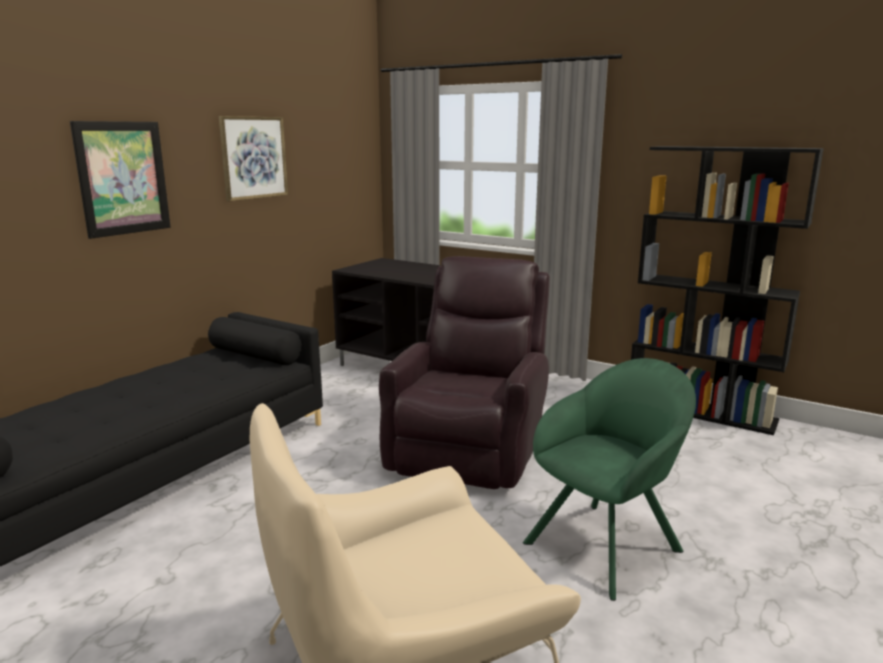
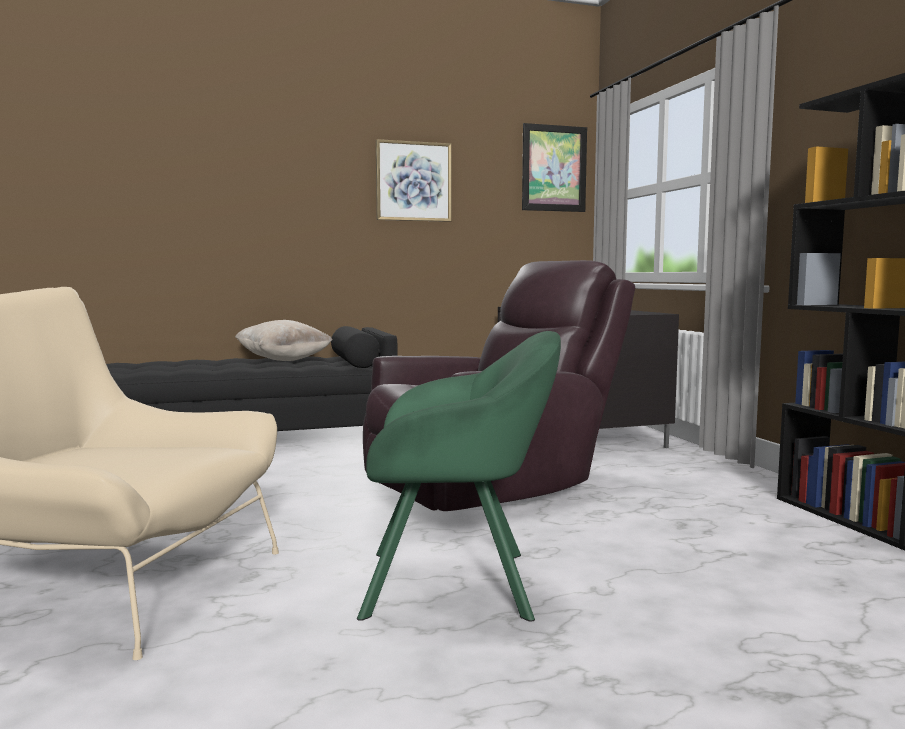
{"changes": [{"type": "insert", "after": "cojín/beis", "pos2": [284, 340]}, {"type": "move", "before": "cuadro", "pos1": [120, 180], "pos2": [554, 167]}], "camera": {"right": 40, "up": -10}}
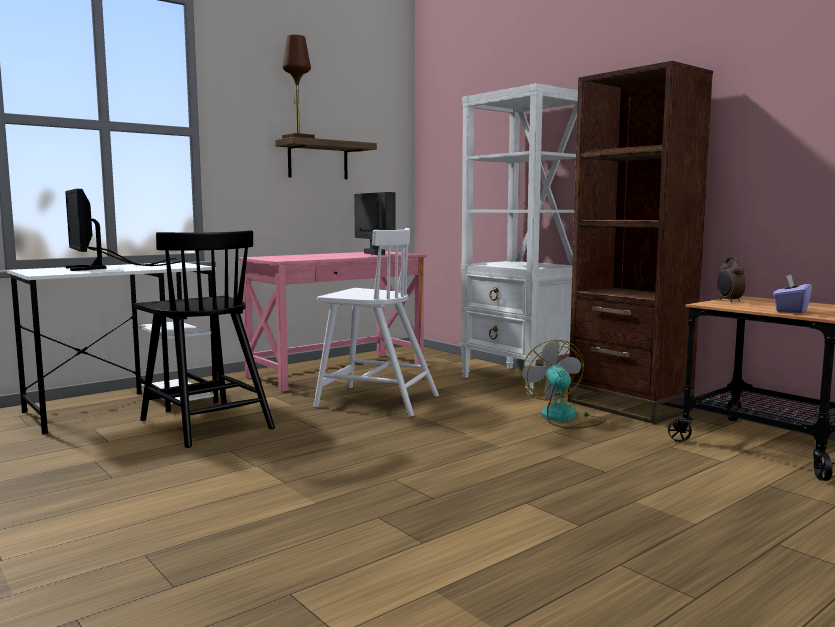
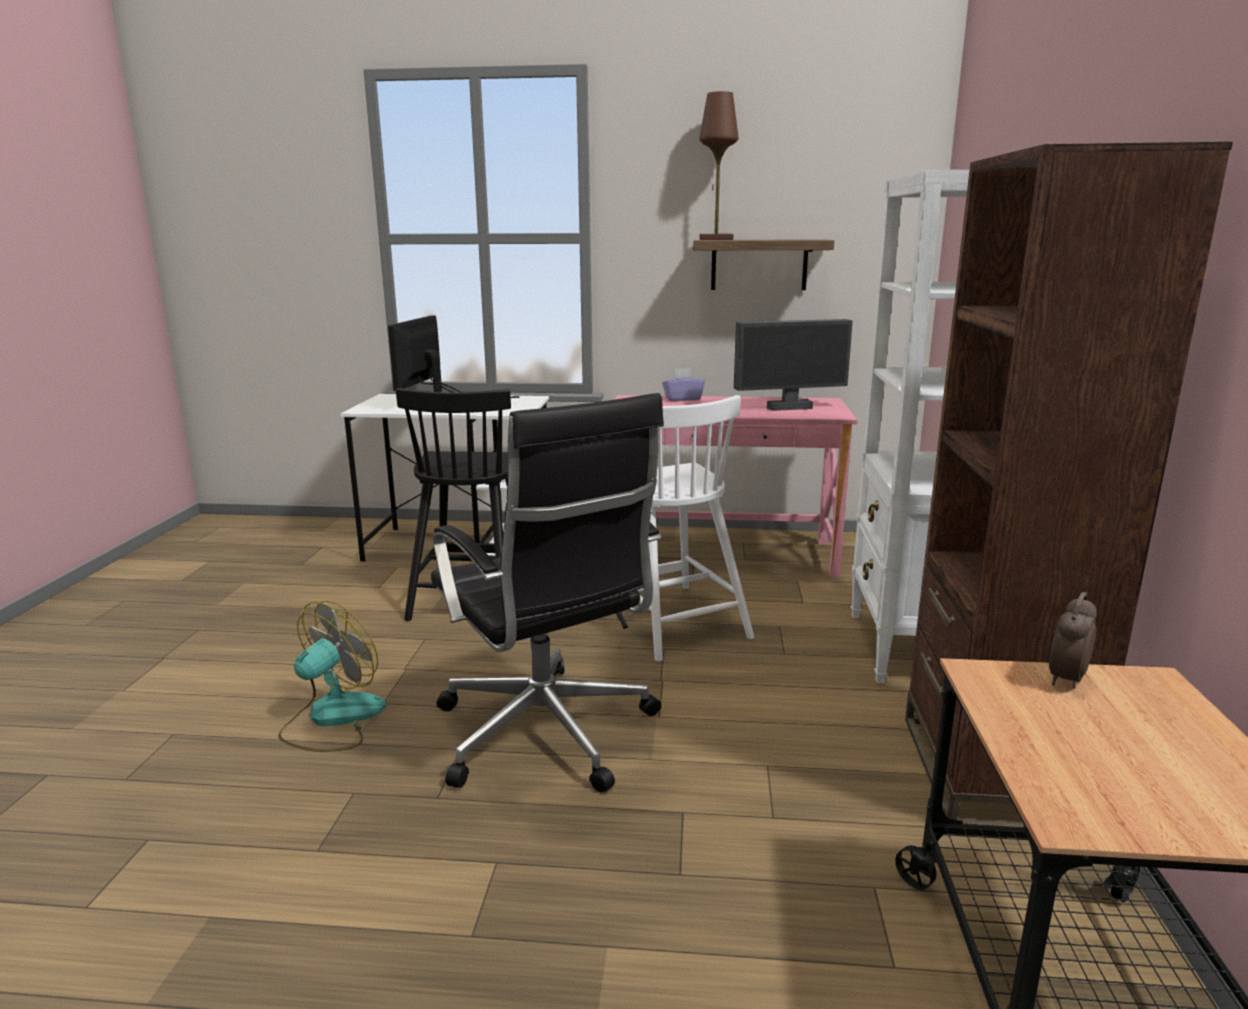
{"changes": [{"type": "insert", "after": "silla de oficina/negro", "pos2": [547, 592]}, {"type": "move", "before": "ventilador", "pos1": [563, 384], "pos2": [332, 676]}, {"type": "move", "before": "caja de pañuelos/morado", "pos1": [792, 294], "pos2": [683, 384]}, {"type": "rotate", "before": "monitor", "pos1": [375, 223], "pos2": [793, 365], "turn": 60}], "camera": {"right": 45, "up": 10}}
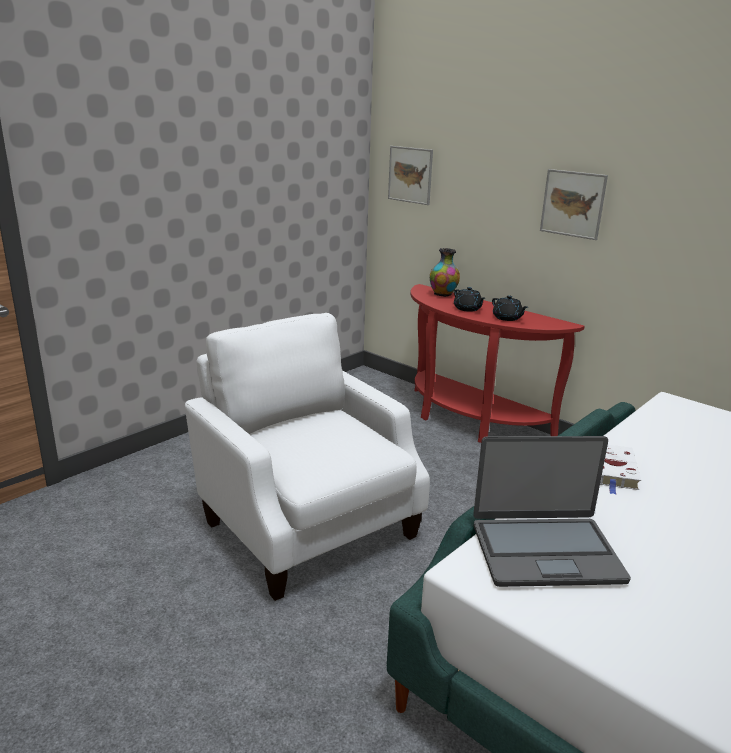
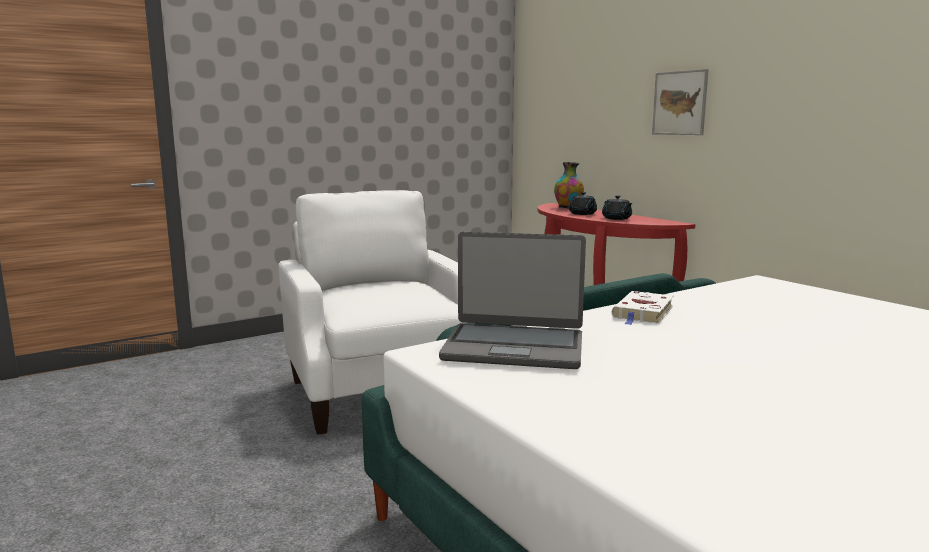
{"changes": [{"type": "delete", "before": "cuadro", "pos1": [410, 175]}], "camera": {"right": 15, "up": -10}}
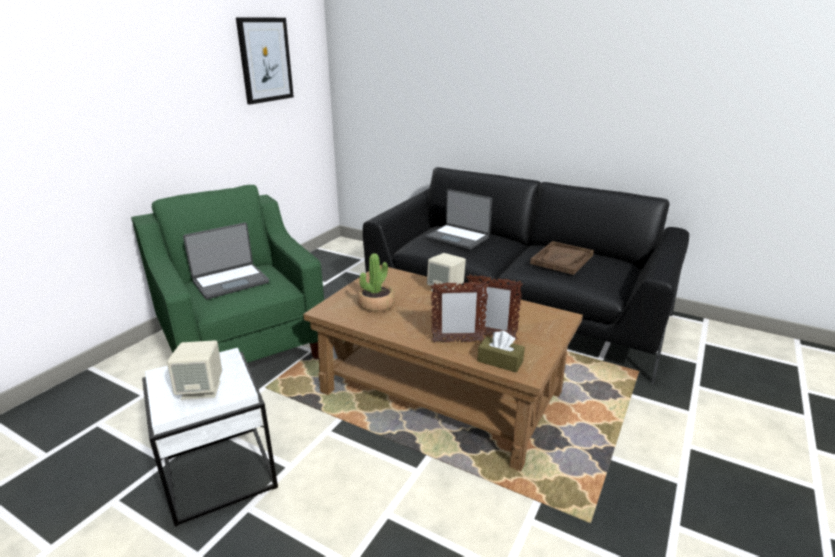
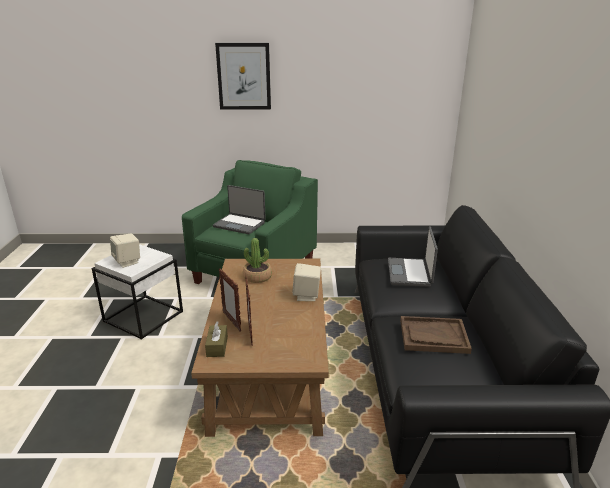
{"changes": [{"type": "move", "before": "cuadro", "pos1": [265, 61], "pos2": [243, 76]}], "camera": {"right": 60, "up": 0}}
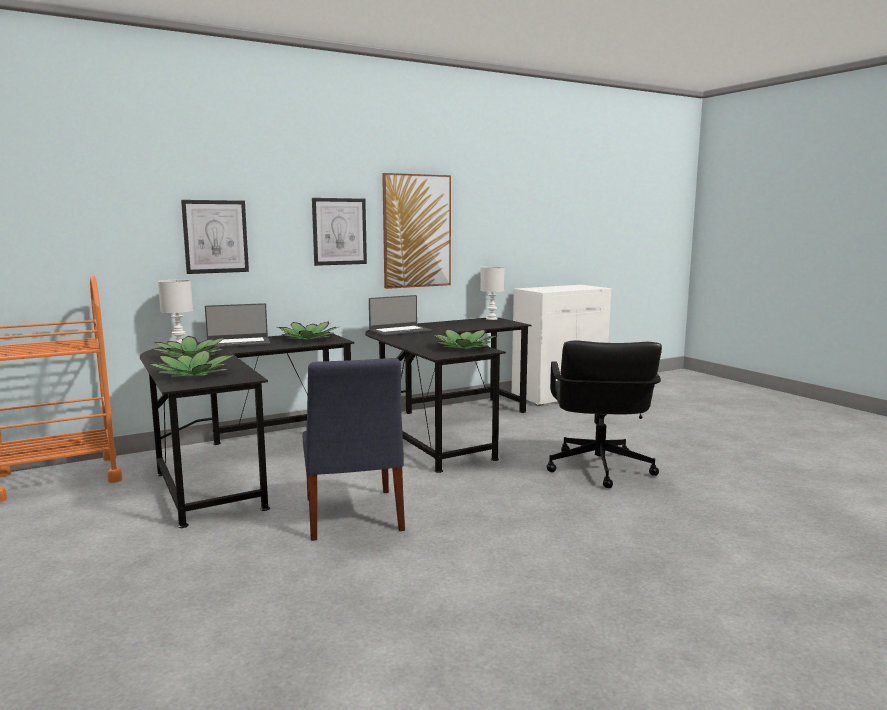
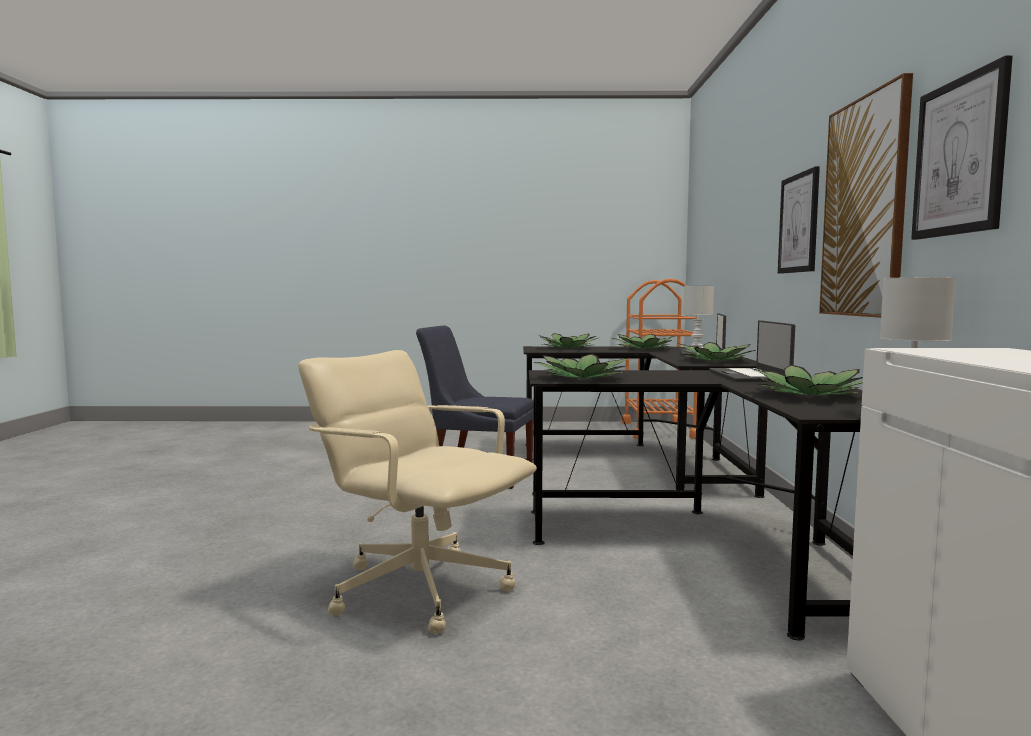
{"changes": [{"type": "insert", "after": "planta en maceta", "pos2": [807, 380]}, {"type": "move", "before": "cuadro", "pos1": [215, 237], "pos2": [962, 147]}, {"type": "recolor", "before": "silla de oficina/negro", "after": "silla de oficina/beis", "pos1": [604, 414], "pos2": [417, 492]}], "camera": {"right": 120, "up": -5}}
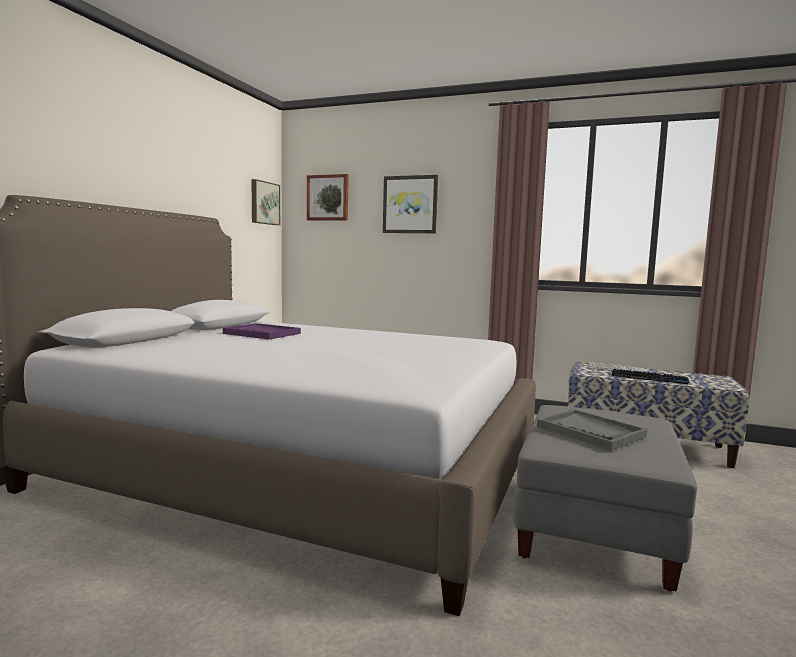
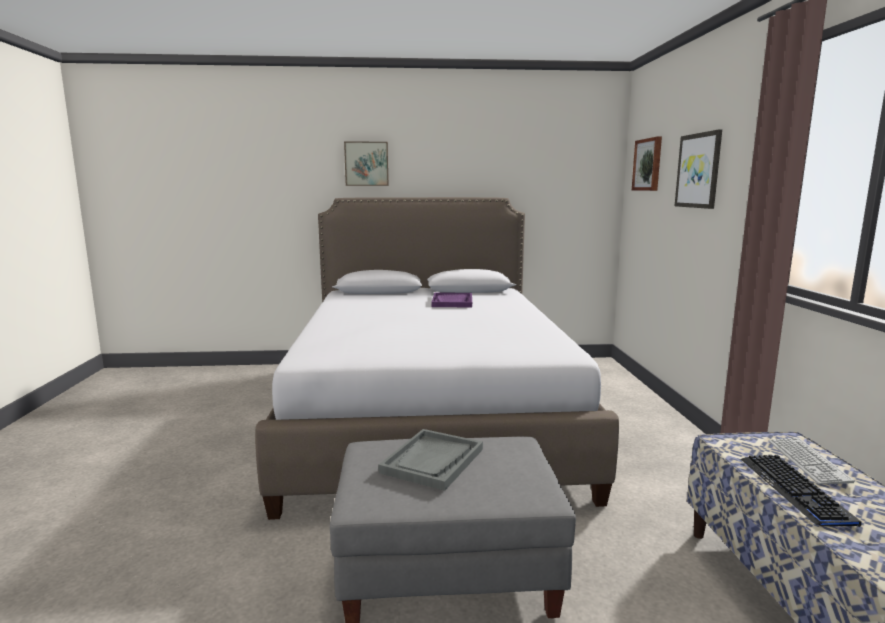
{"changes": [{"type": "move", "before": "cuadro", "pos1": [265, 202], "pos2": [366, 163]}], "camera": {"right": 65, "up": 5}}
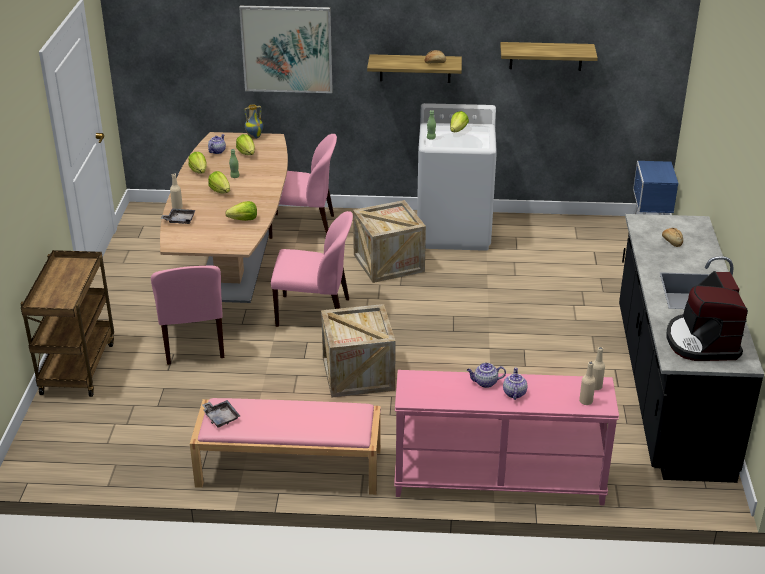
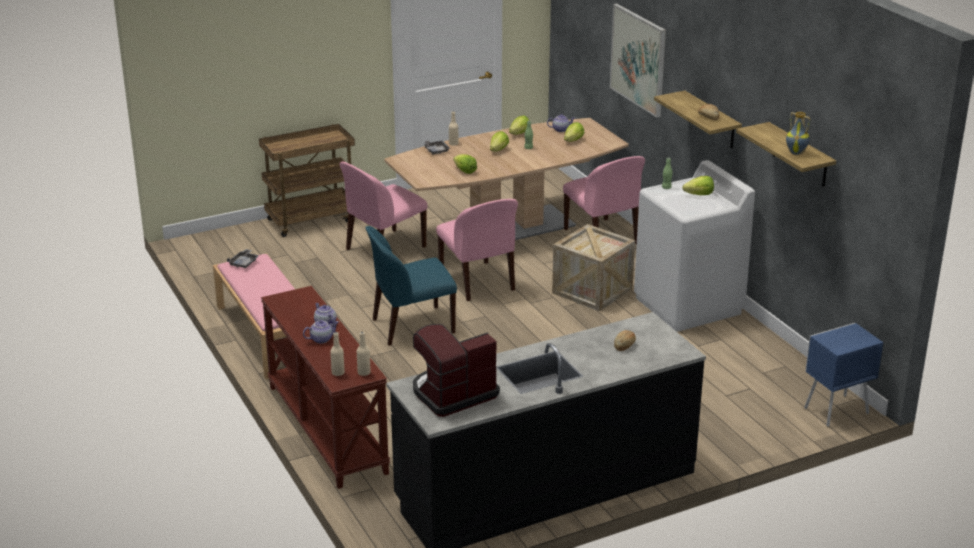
{"changes": [{"type": "move", "before": "florero", "pos1": [253, 122], "pos2": [798, 133]}, {"type": "replace", "before": "caja de embalaje", "after": "silla/azul", "pos1": [358, 351], "pos2": [411, 286]}, {"type": "recolor", "before": "mesa consola/rosa", "after": "mesa consola/marrón", "pos1": [506, 437], "pos2": [325, 387]}], "camera": {"right": 60, "up": -5}}
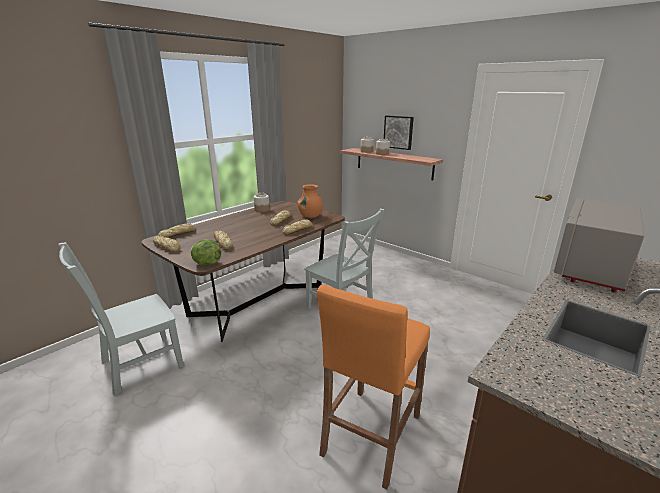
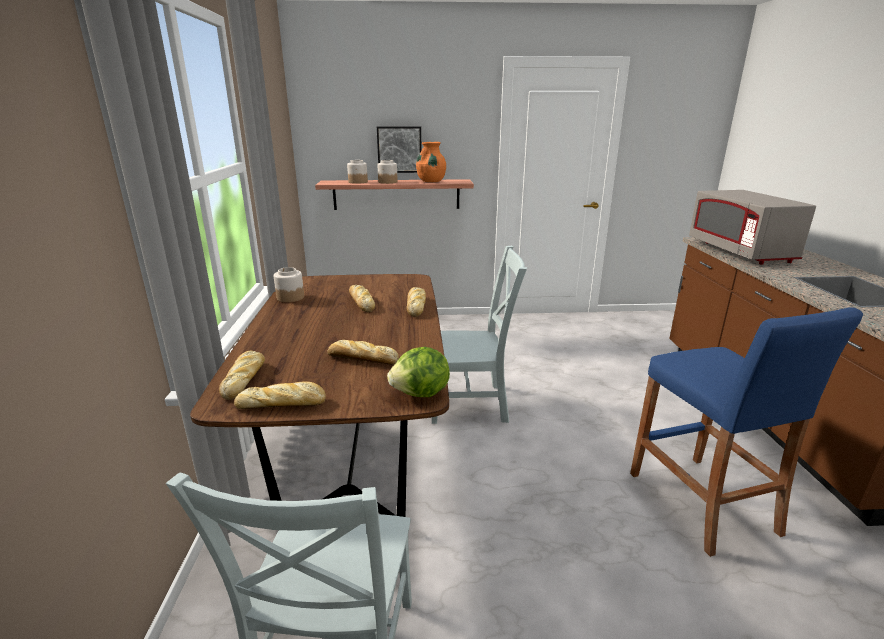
{"changes": [{"type": "move", "before": "florero/naranja", "pos1": [310, 201], "pos2": [431, 162]}, {"type": "recolor", "before": "taburete/naranja", "after": "taburete/azul", "pos1": [373, 387], "pos2": [746, 432]}], "camera": {"right": -45, "up": 0}}
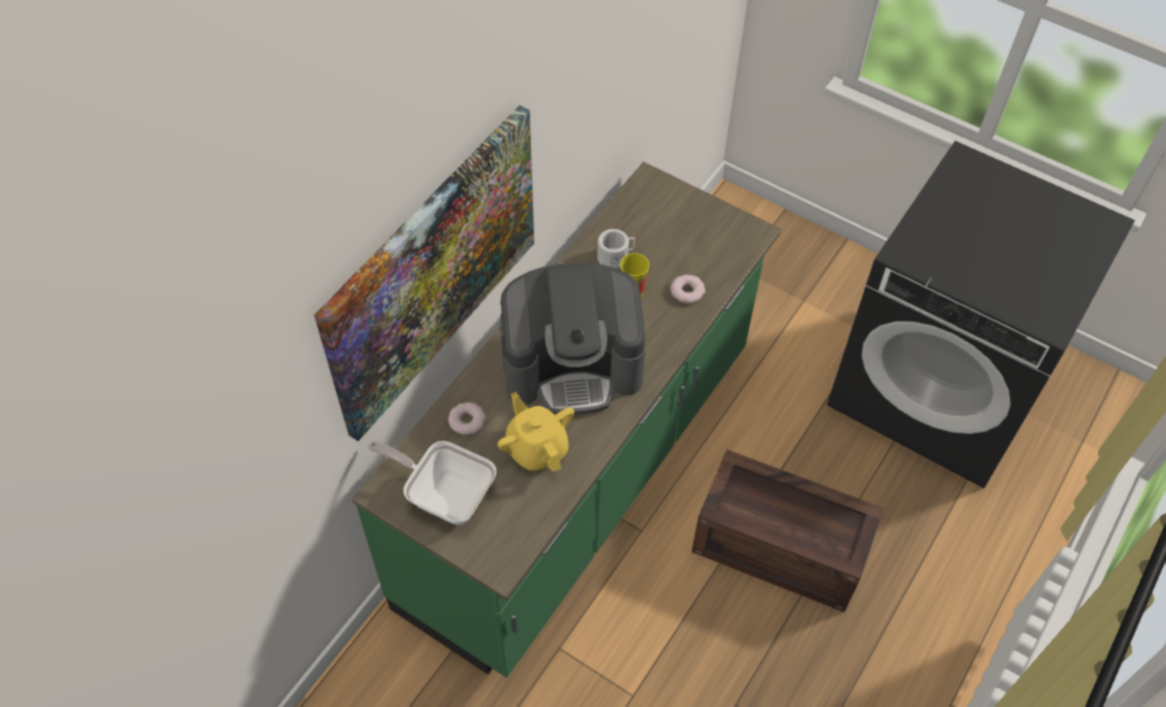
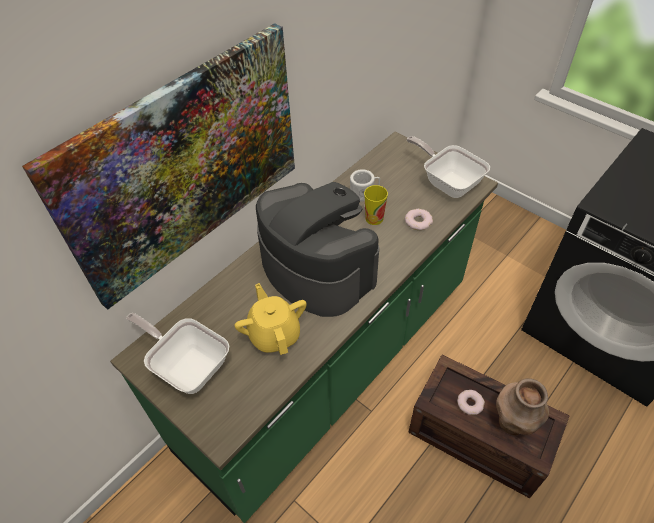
{"changes": [{"type": "insert", "after": "sartén", "pos2": [448, 167]}, {"type": "insert", "after": "florero/marrón", "pos2": [522, 406]}, {"type": "move", "before": "rosquilla", "pos1": [467, 418], "pos2": [471, 402]}, {"type": "rotate", "before": "cafetera", "pos1": [573, 339], "pos2": [317, 249], "turn": -135}], "camera": {"right": 10, "up": -5}}
